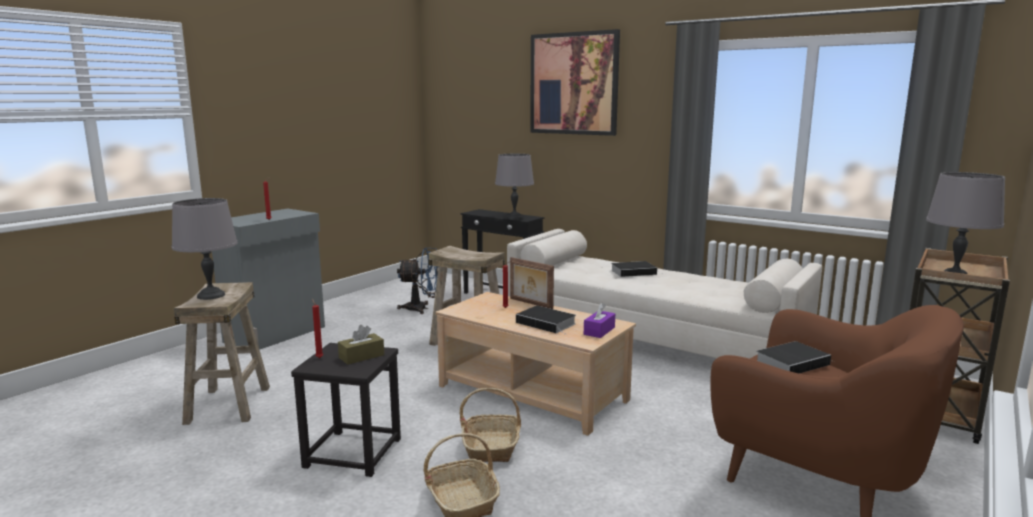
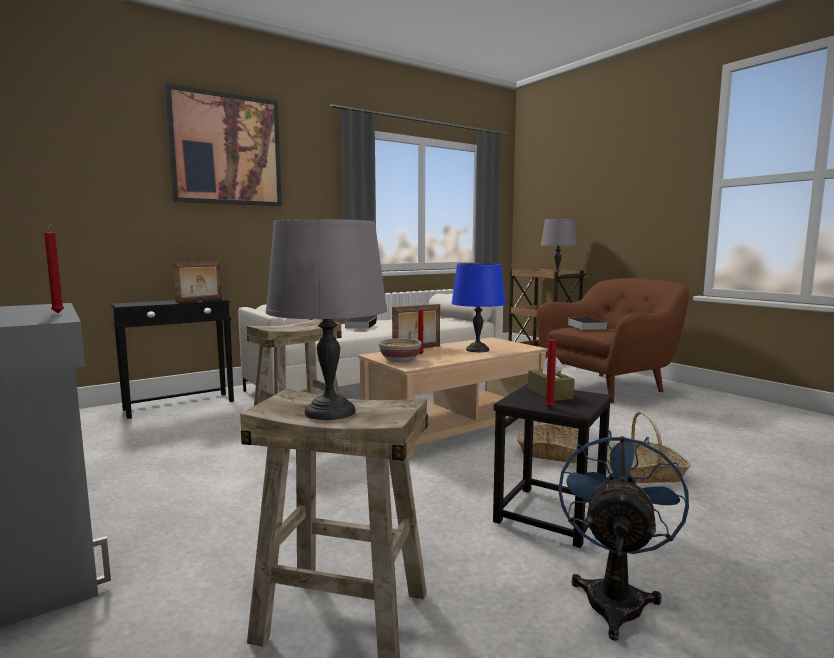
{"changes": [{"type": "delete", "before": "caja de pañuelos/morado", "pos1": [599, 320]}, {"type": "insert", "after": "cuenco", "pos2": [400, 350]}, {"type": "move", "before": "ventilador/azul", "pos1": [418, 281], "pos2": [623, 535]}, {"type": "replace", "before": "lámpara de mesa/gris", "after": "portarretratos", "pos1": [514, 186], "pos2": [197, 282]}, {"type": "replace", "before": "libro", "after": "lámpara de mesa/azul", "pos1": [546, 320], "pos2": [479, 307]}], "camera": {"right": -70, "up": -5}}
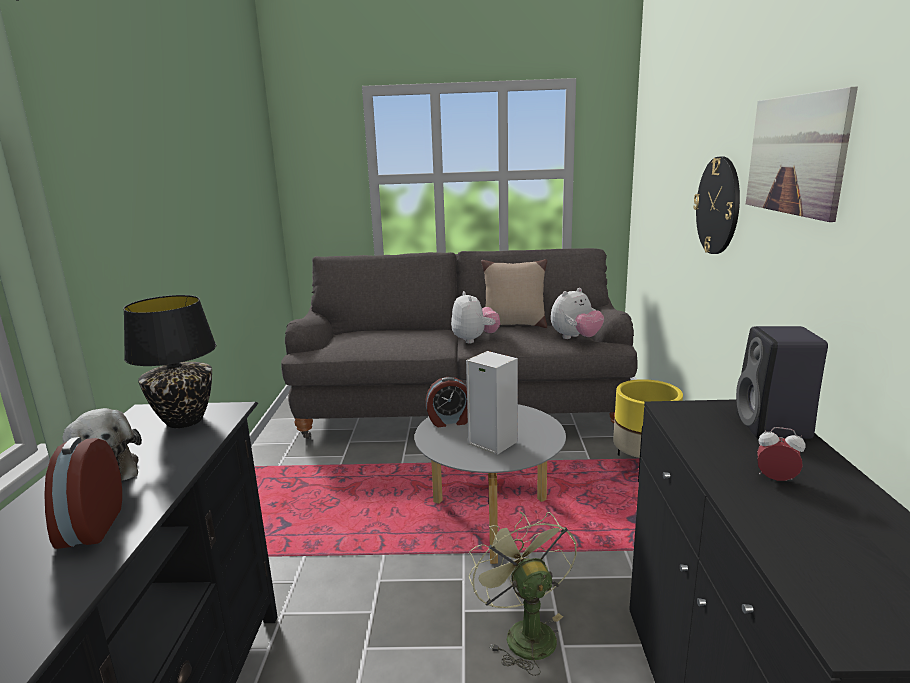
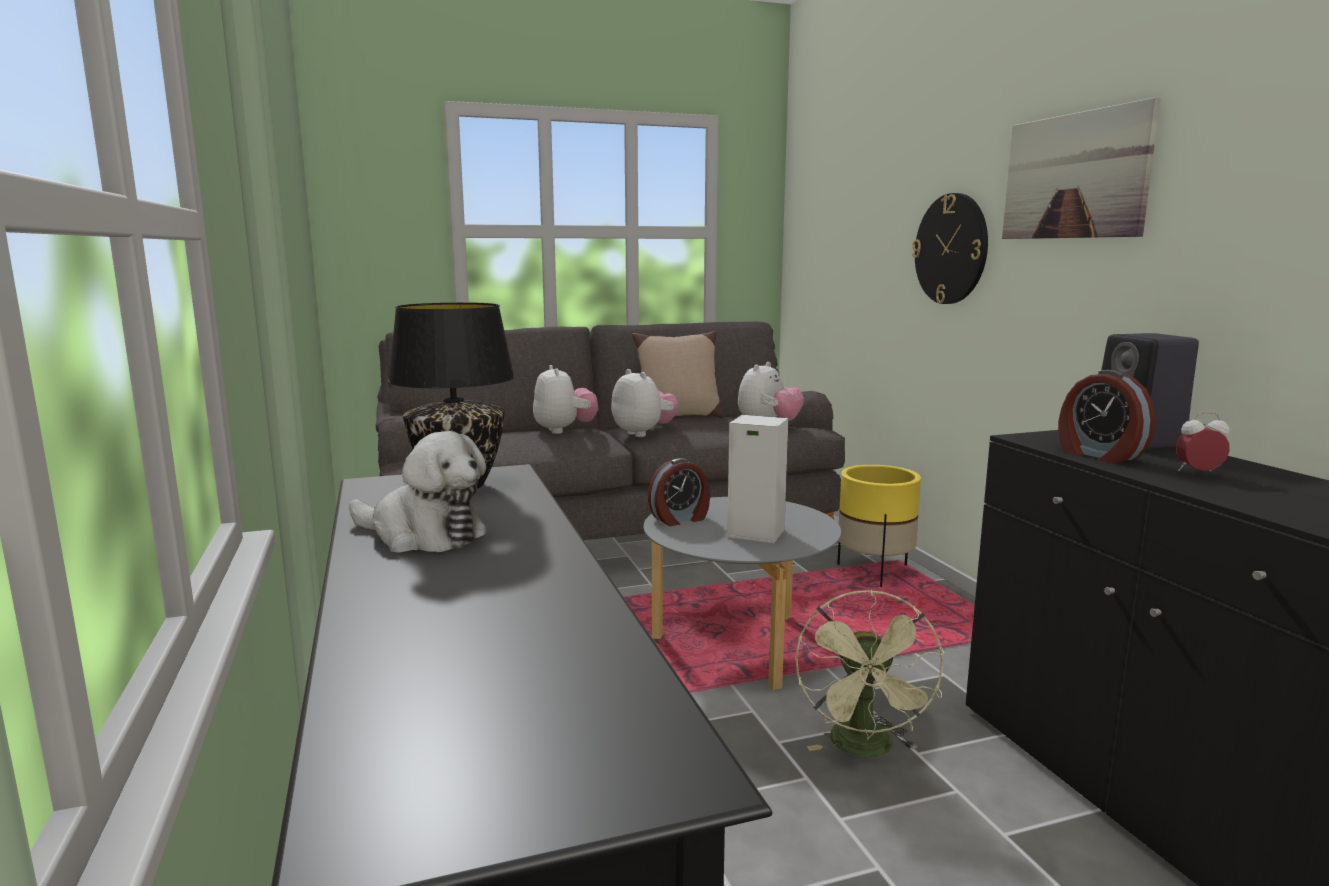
{"changes": [{"type": "insert", "after": "peluche", "pos2": [565, 399]}, {"type": "move", "before": "despertador", "pos1": [83, 493], "pos2": [1107, 416]}, {"type": "rotate", "before": "ventilador/verde", "pos1": [523, 593], "pos2": [870, 673], "turn": -135}], "camera": {"right": -20, "up": -5}}
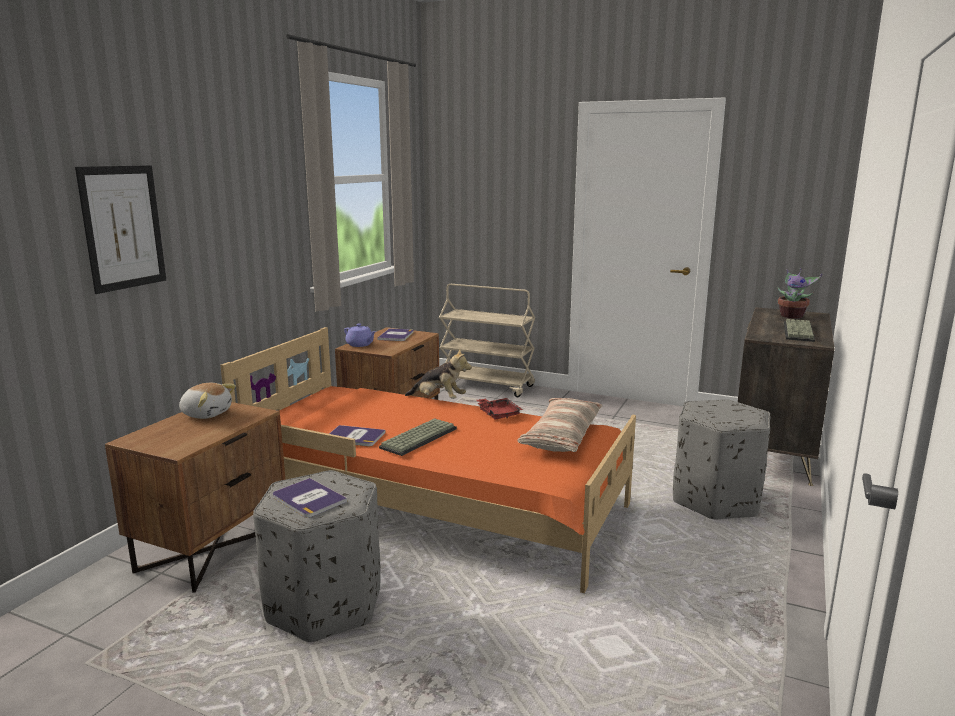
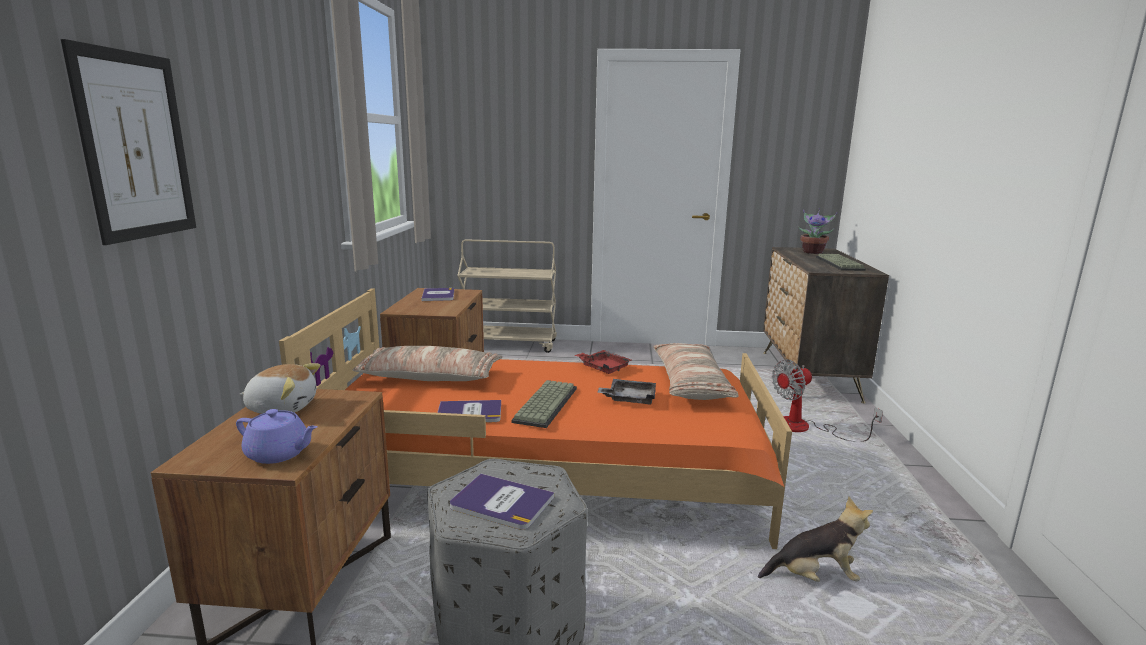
{"changes": [{"type": "insert", "after": "cojín", "pos2": [428, 363]}, {"type": "insert", "after": "bandeja/gris", "pos2": [626, 391]}, {"type": "move", "before": "tetera/morado", "pos1": [360, 335], "pos2": [277, 436]}, {"type": "move", "before": "peluche", "pos1": [438, 374], "pos2": [815, 539]}, {"type": "replace", "before": "puf/gris", "after": "ventilador", "pos1": [722, 459], "pos2": [827, 400]}], "camera": {"right": -20, "up": 0}}
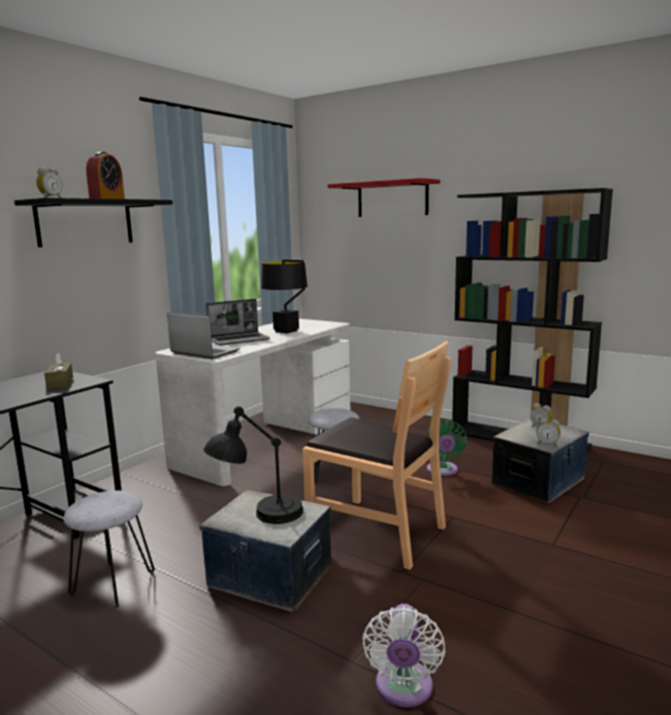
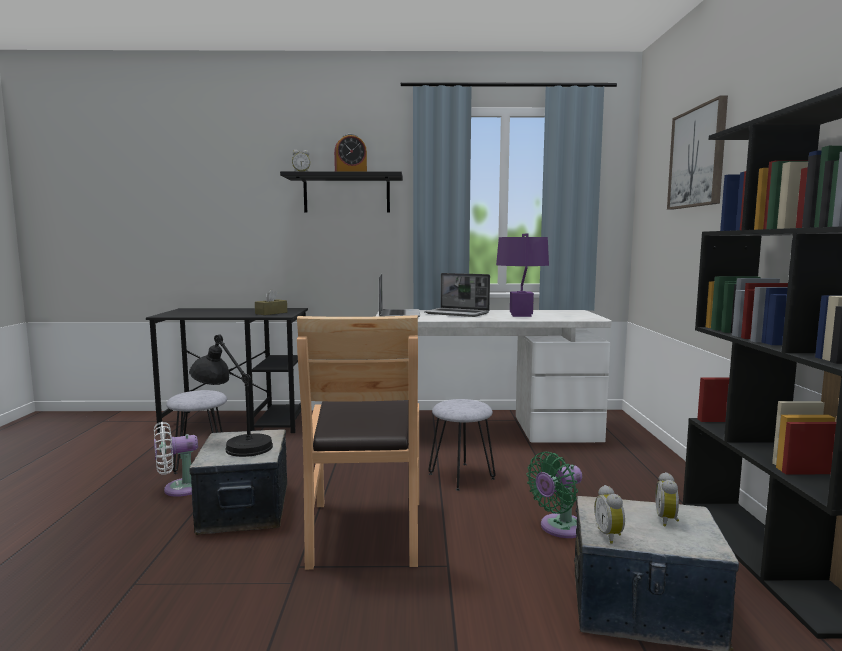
{"changes": [{"type": "move", "before": "ventilador/blanco", "pos1": [403, 655], "pos2": [176, 459]}, {"type": "replace", "before": "estante/rojo", "after": "cuadro", "pos1": [384, 197], "pos2": [697, 152]}, {"type": "recolor", "before": "lámpara de mesa/negro", "after": "lámpara de mesa/morado", "pos1": [284, 297], "pos2": [522, 275]}], "camera": {"right": 55, "up": -5}}
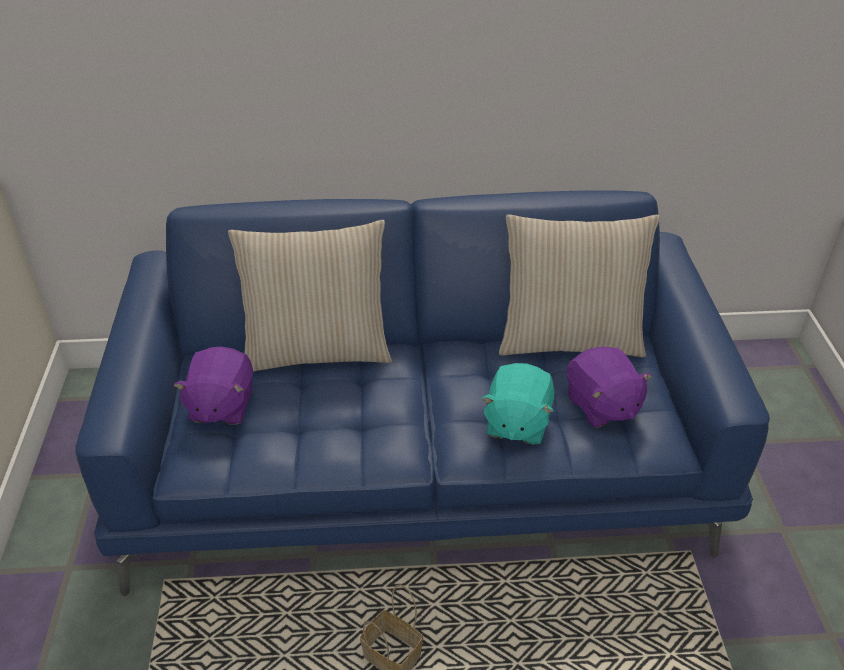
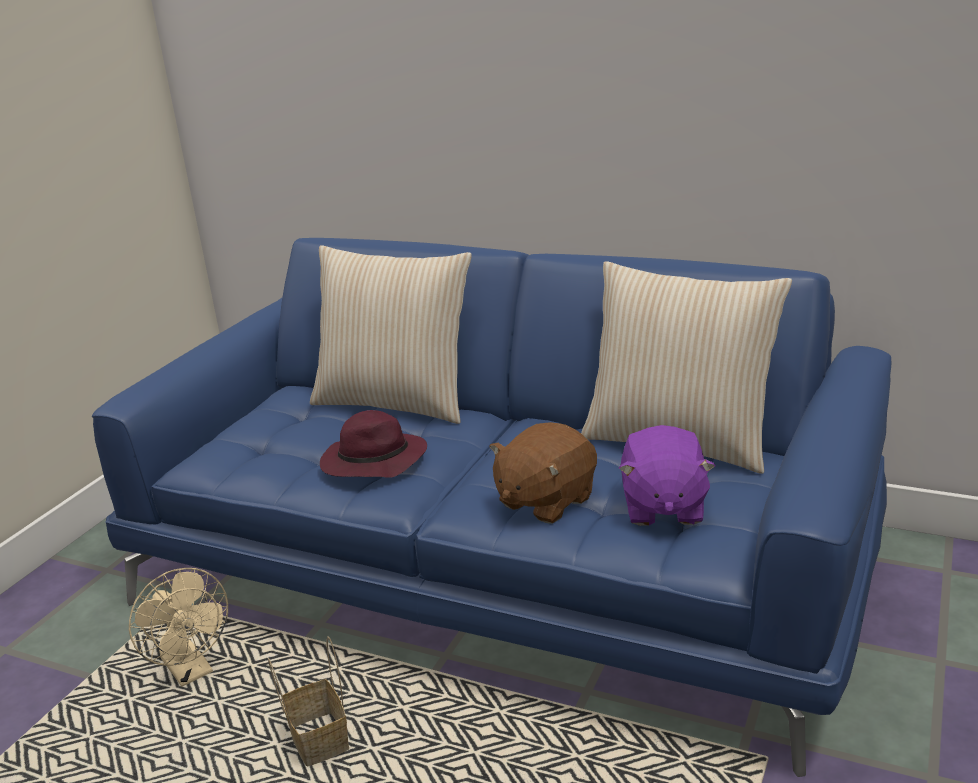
{"changes": [{"type": "delete", "before": "peluche/morado", "pos1": [213, 386]}, {"type": "insert", "after": "ventilador/beis", "pos2": [178, 627]}, {"type": "insert", "after": "sombrero/morado", "pos2": [373, 444]}, {"type": "recolor", "before": "peluche/turquesa", "after": "peluche/marrón", "pos1": [517, 404], "pos2": [543, 473]}], "camera": {"right": 30, "up": -15}}
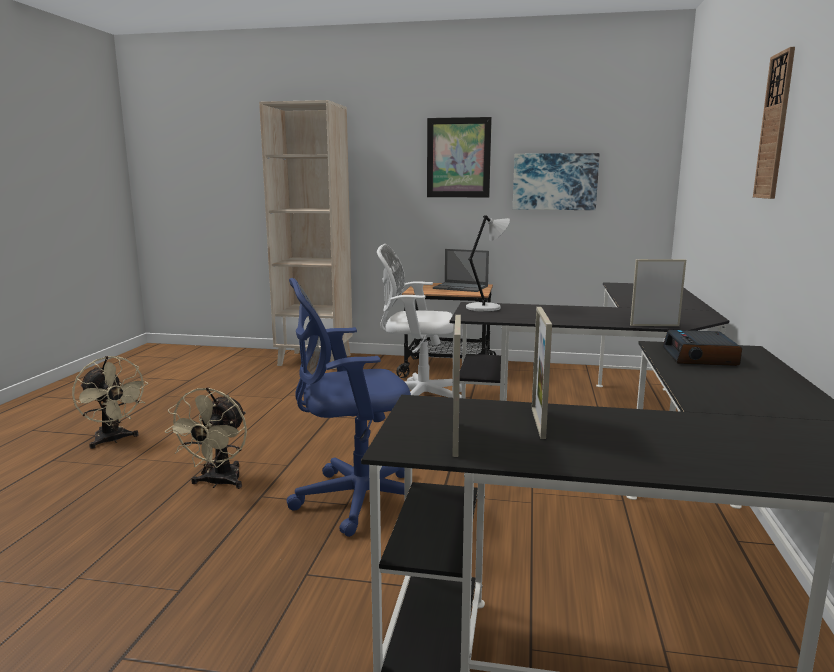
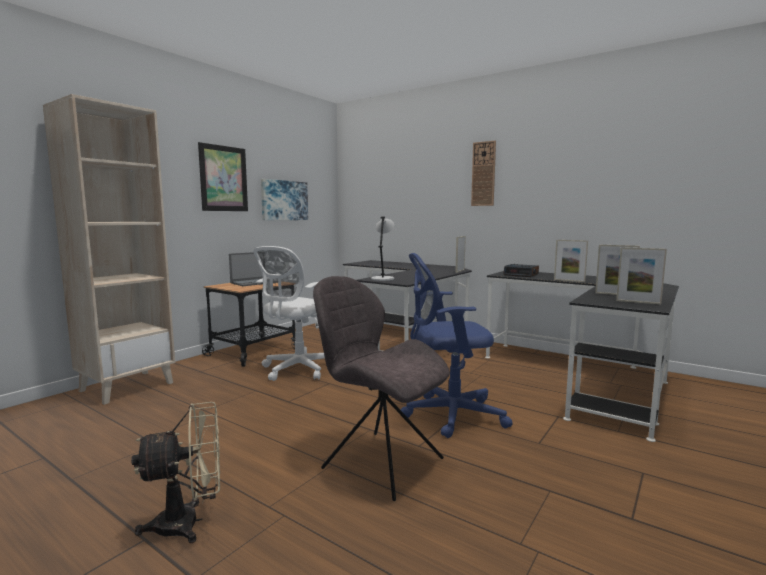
{"changes": [{"type": "insert", "after": "portarretratos", "pos2": [571, 261]}, {"type": "replace", "before": "ventilador/beis", "after": "silla/gris", "pos1": [206, 438], "pos2": [381, 388]}, {"type": "rotate", "before": "silla de oficina/azul", "pos1": [348, 407], "pos2": [457, 345], "turn": 75}], "camera": {"right": -65, "up": -5}}
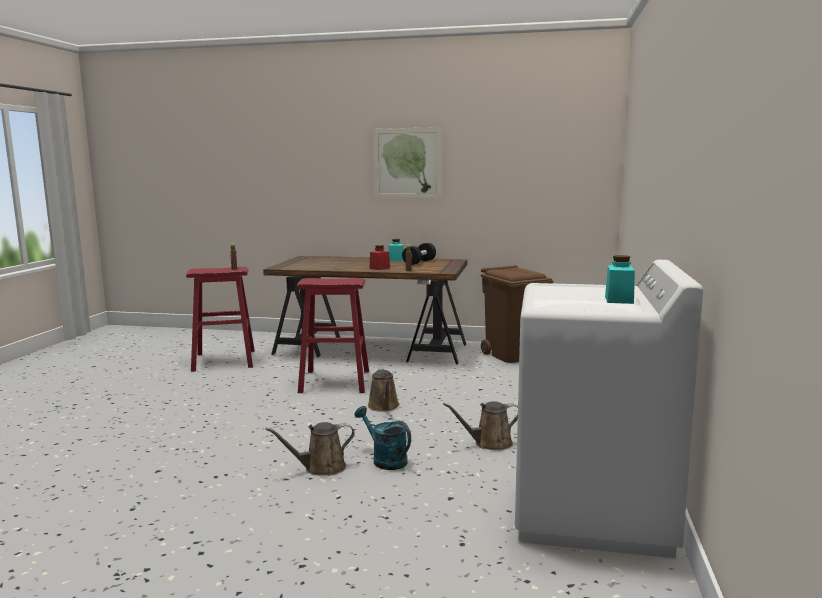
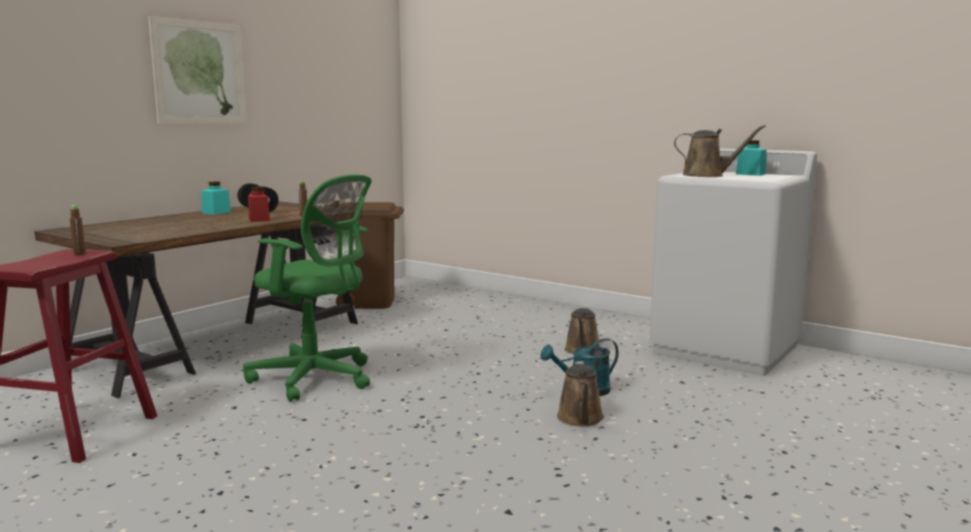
{"changes": [{"type": "move", "before": "regadera/marrón", "pos1": [383, 390], "pos2": [720, 151]}, {"type": "replace", "before": "taburete/rojo", "after": "silla de oficina/verde", "pos1": [333, 335], "pos2": [307, 288]}], "camera": {"right": -65, "up": 0}}
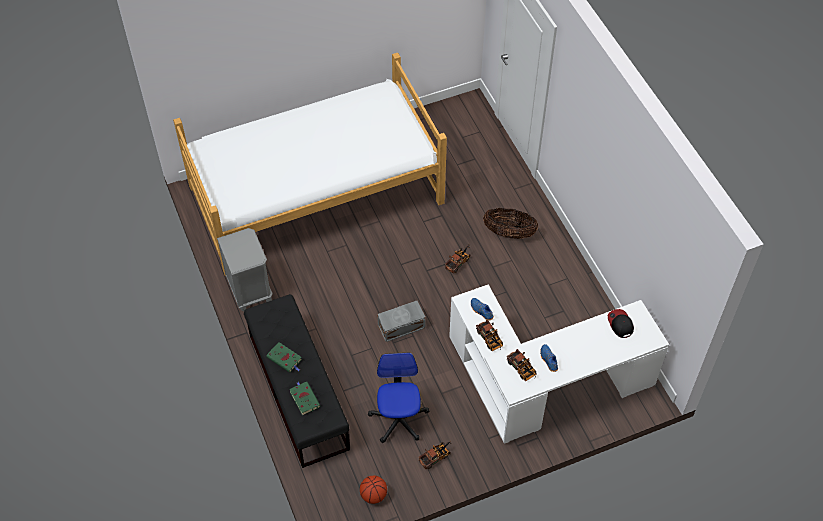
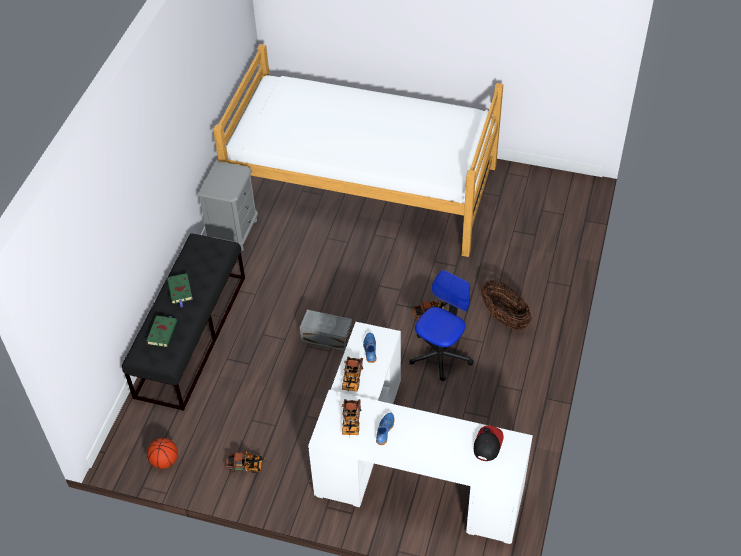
{"changes": [{"type": "move", "before": "silla de oficina", "pos1": [399, 398], "pos2": [441, 326]}], "camera": {"right": 40, "up": -5}}
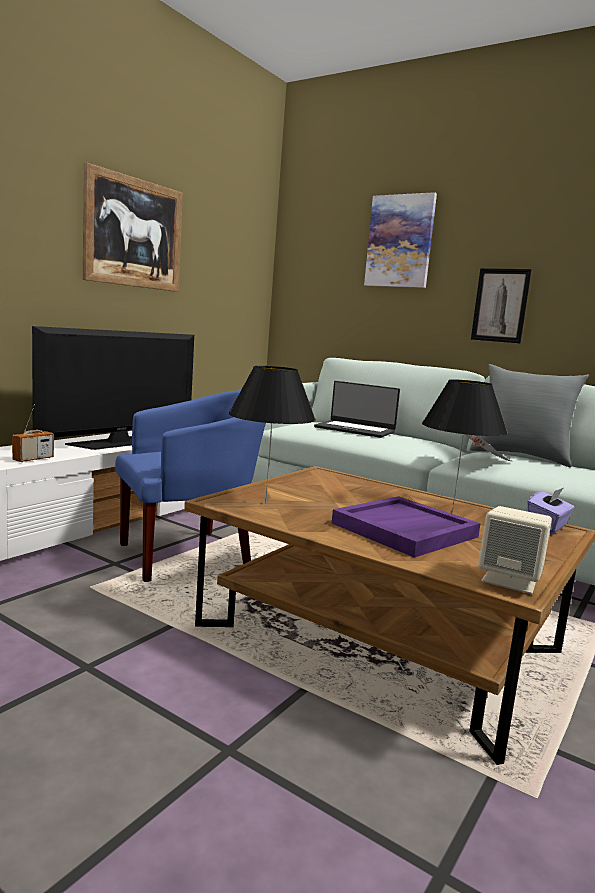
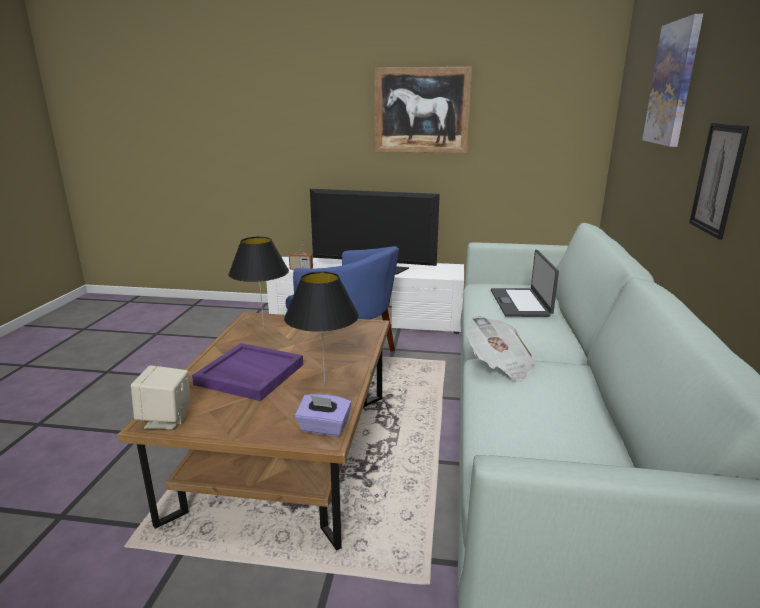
{"changes": [{"type": "delete", "before": "cojín/gris", "pos1": [529, 415]}], "camera": {"right": 65, "up": 10}}
